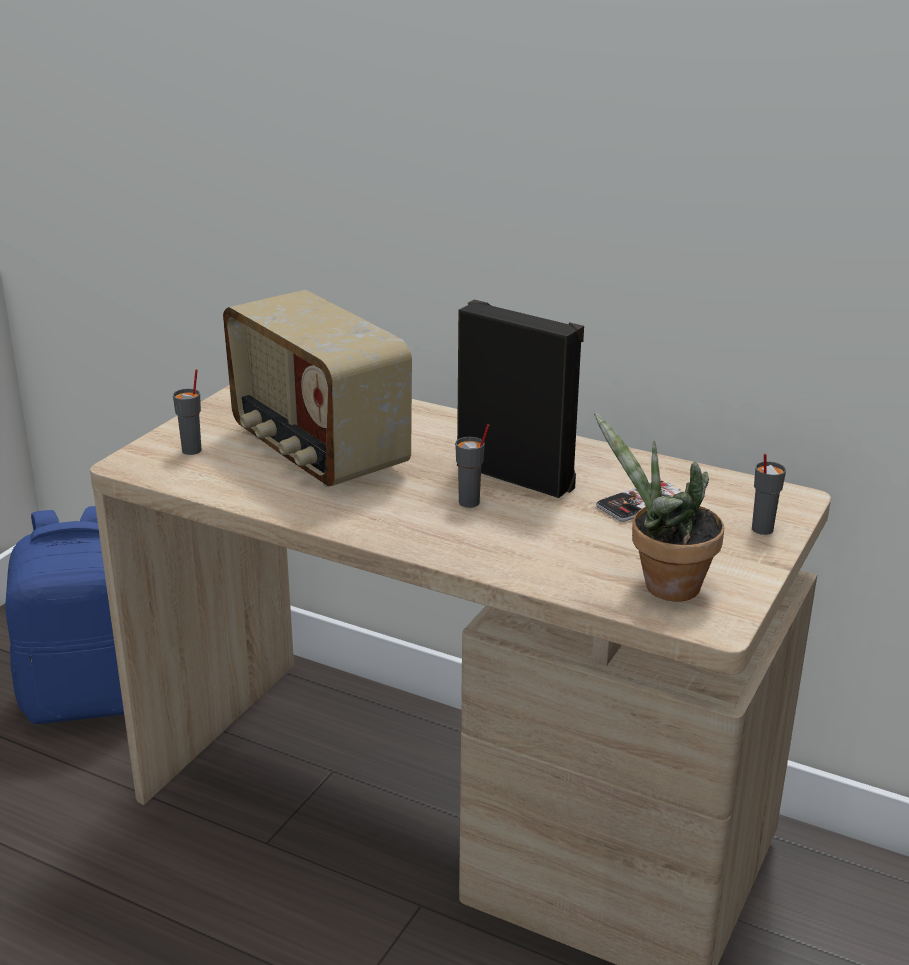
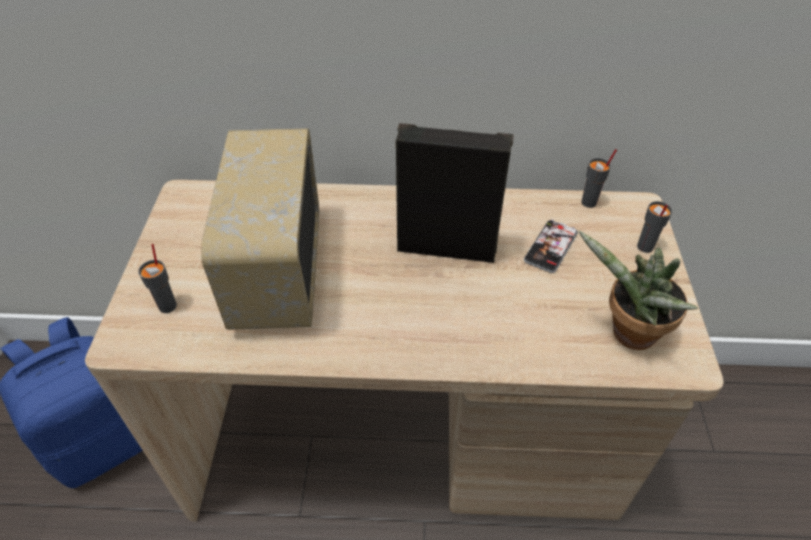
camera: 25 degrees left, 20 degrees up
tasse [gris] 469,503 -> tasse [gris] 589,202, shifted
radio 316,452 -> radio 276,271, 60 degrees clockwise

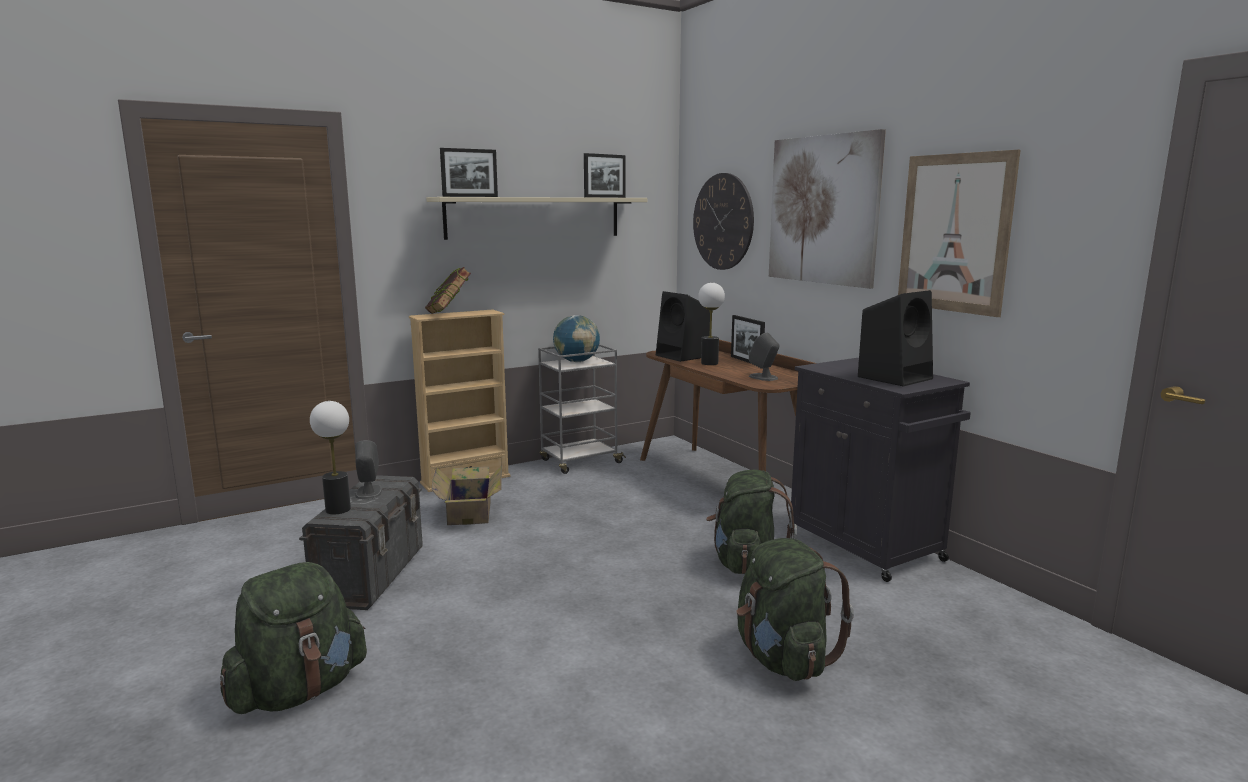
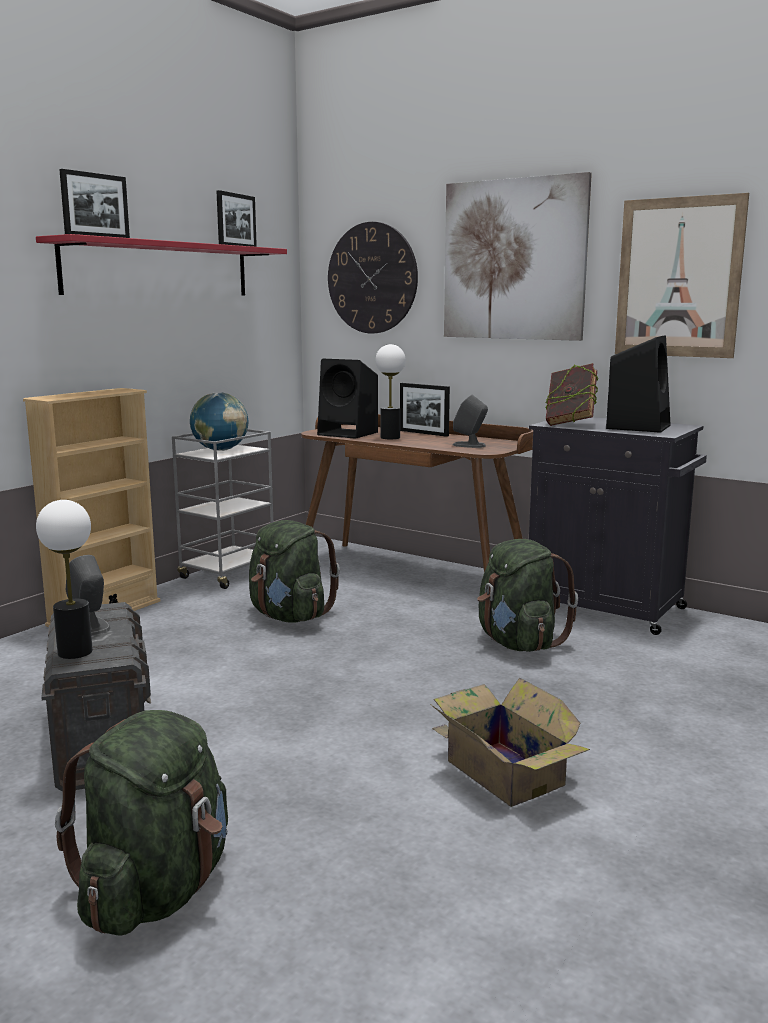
camera: 25 degrees left, 0 degrees up
livre 449,314 -> livre 570,424, shifted
carton 470,512 -> carton 502,770, shifted
sac à dos [vert] 783,659 -> sac à dos [vert] 289,616, shifted
étagère [beige] 534,217 -> étagère [rouge] 160,269

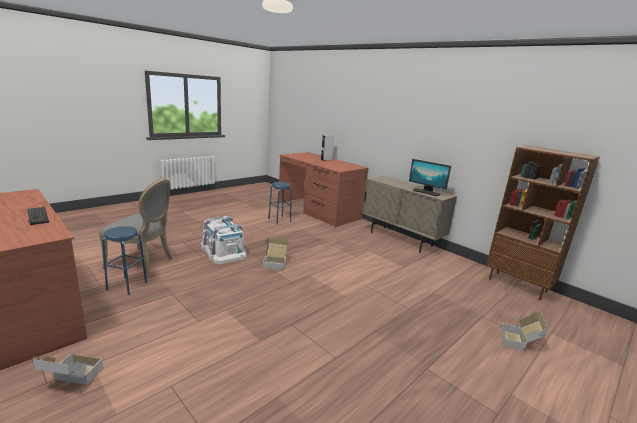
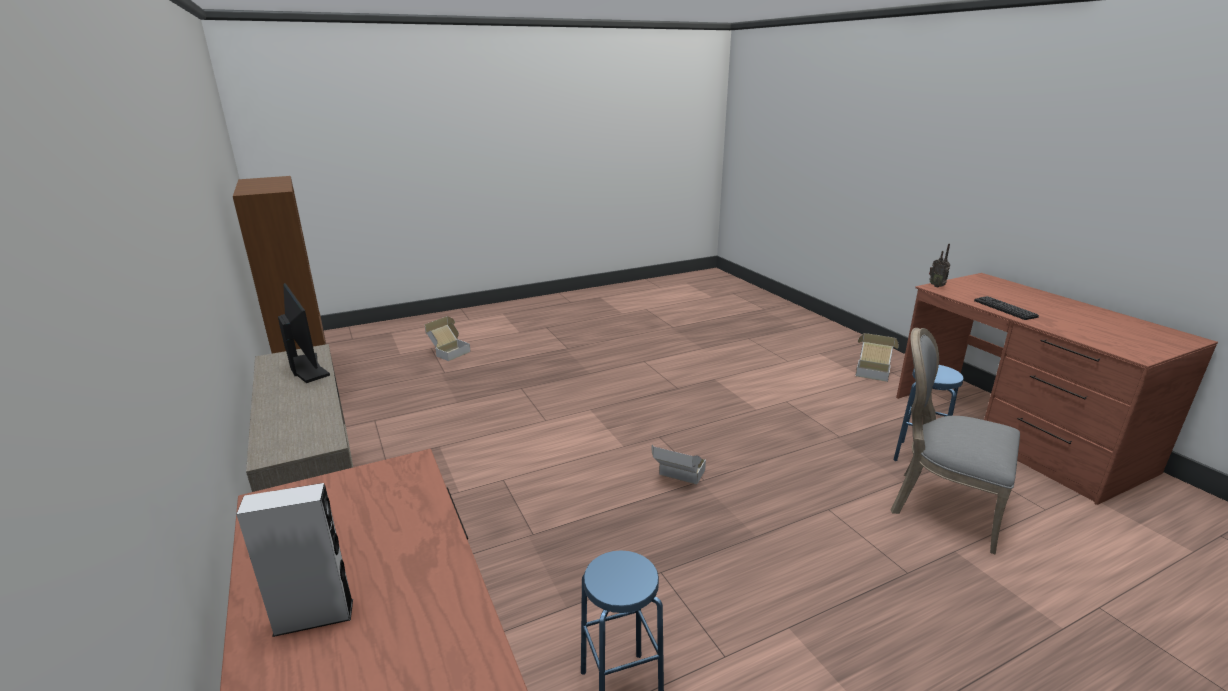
camera: 160 degrees left, 5 degrees up
boîte de rangement [blanc] 223,251 -> none
none -> radio 936,286

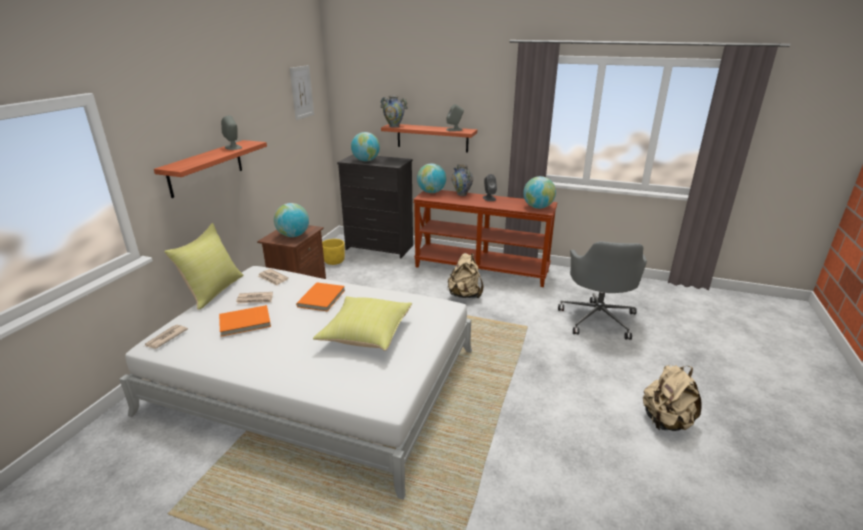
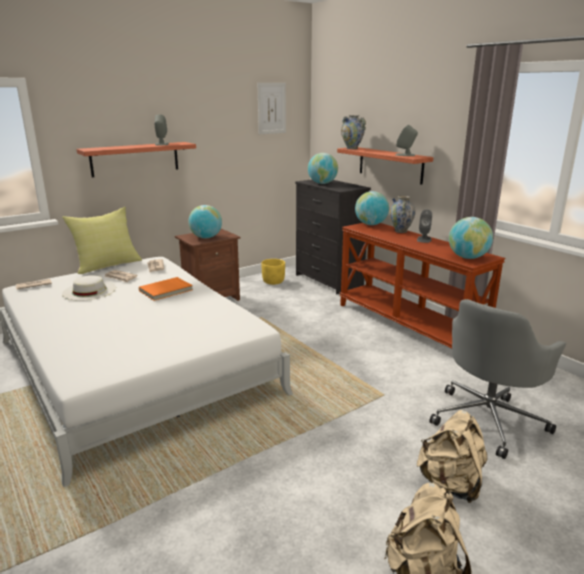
camera: 35 degrees right, 5 degrees down
coussin [jaune] 366,334 -> none
sac à dos [beige] 465,295 -> sac à dos [beige] 450,484, shifted
livre [orange] 245,323 -> chapeau [blanc] 89,291

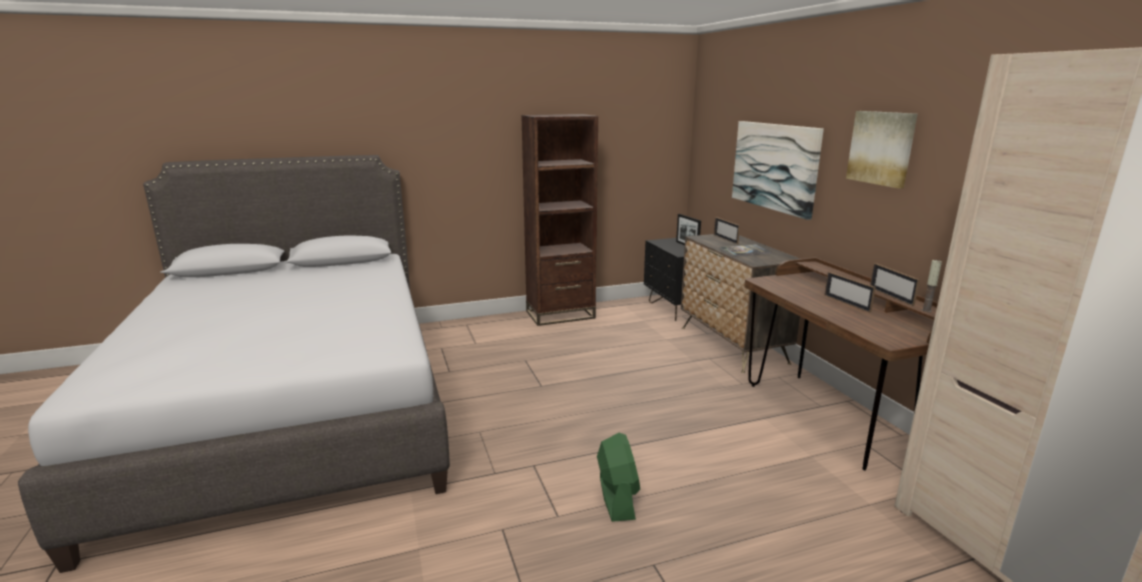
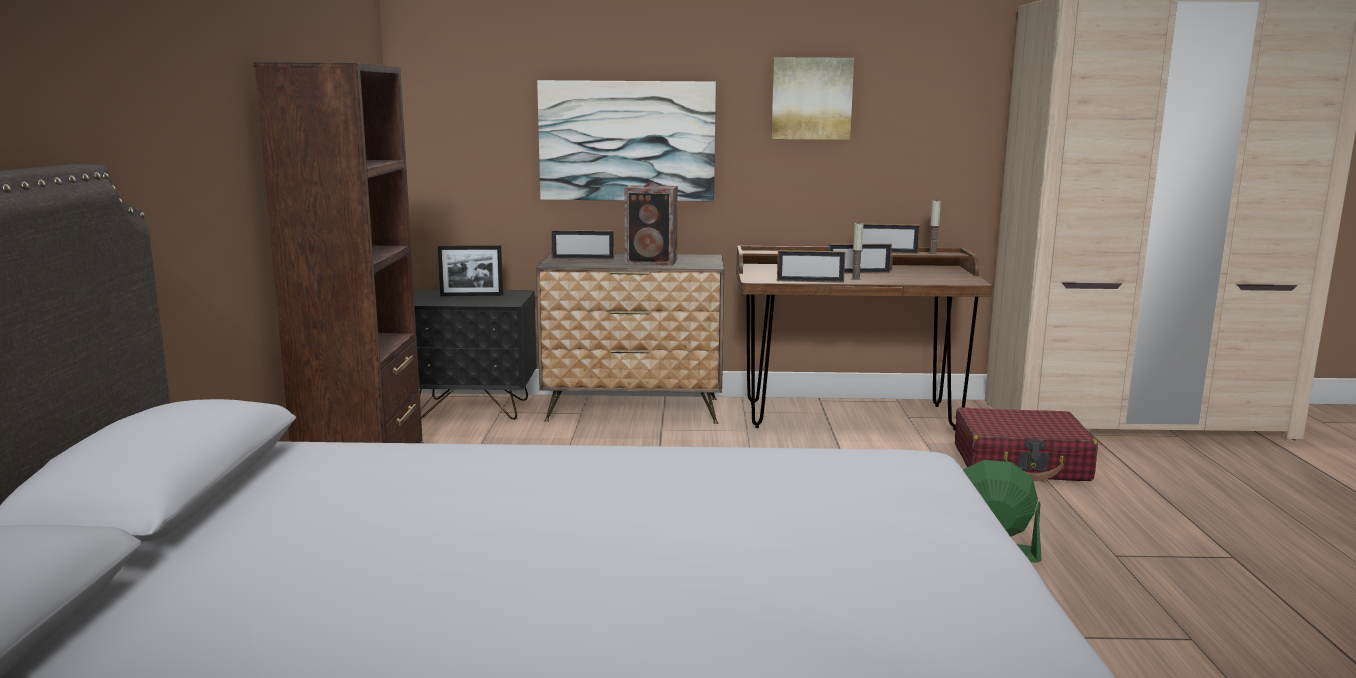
camera: 70 degrees left, 5 degrees down
none -> cadre photo 810,281
none -> bougie 856,279
none -> valise [rouge] 1021,463
livre 744,251 -> enceinte 653,262

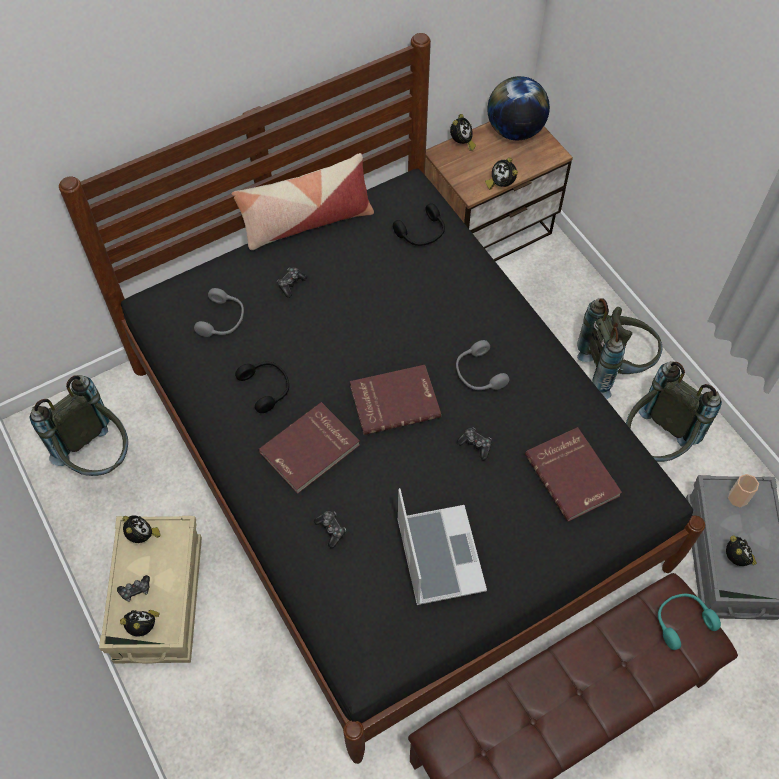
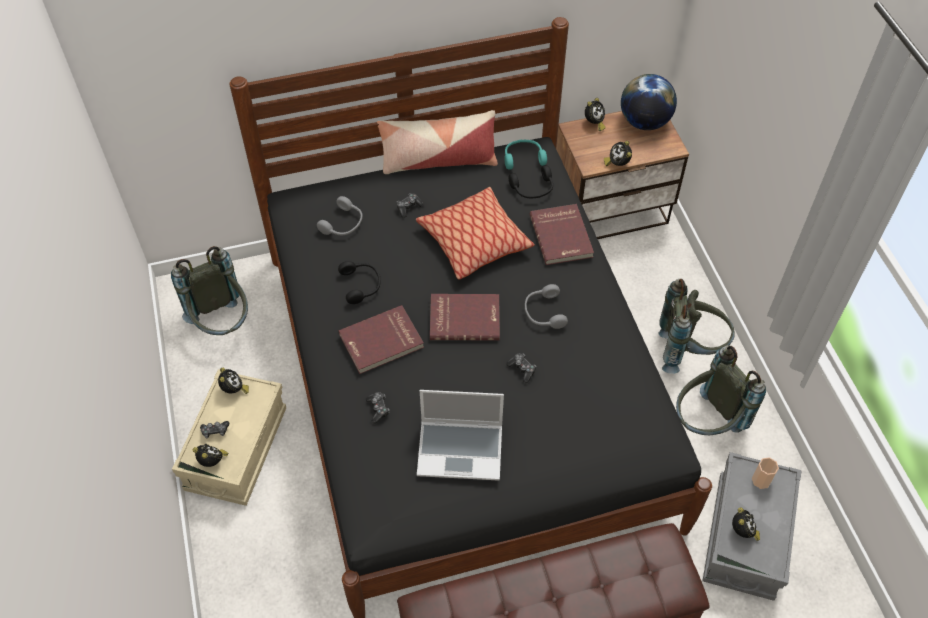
camera: 15 degrees right, 5 degrees down
none -> coussin 474,241
livre [rouge] 573,475 -> livre [rouge] 562,236, shifted
casque audio [turquoise] 681,621 -> casque audio [turquoise] 523,158, shifted
ordinateur portable 438,554 -> ordinateur portable 461,450, 90 degrees clockwise

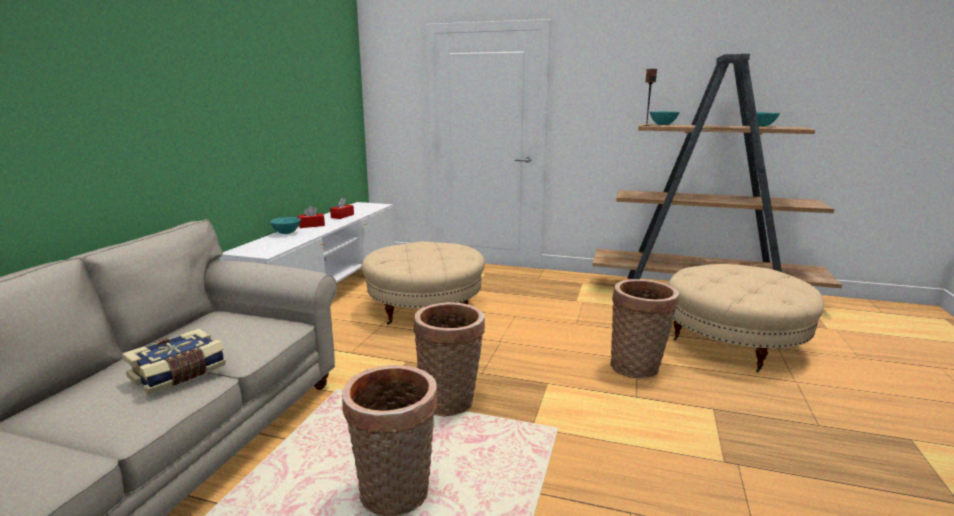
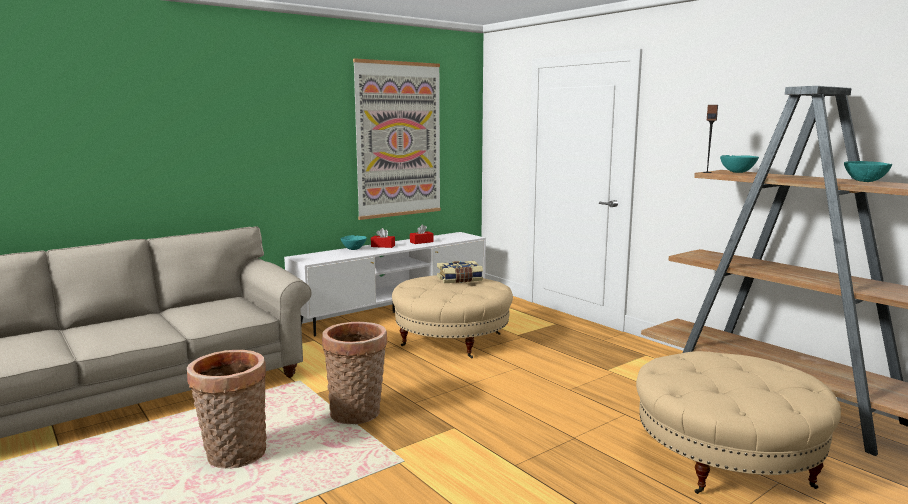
camera: 35 degrees right, 5 degrees down
panier 638,367 -> none
none -> tableau 399,140
livre 179,373 -> livre 460,280, shifted

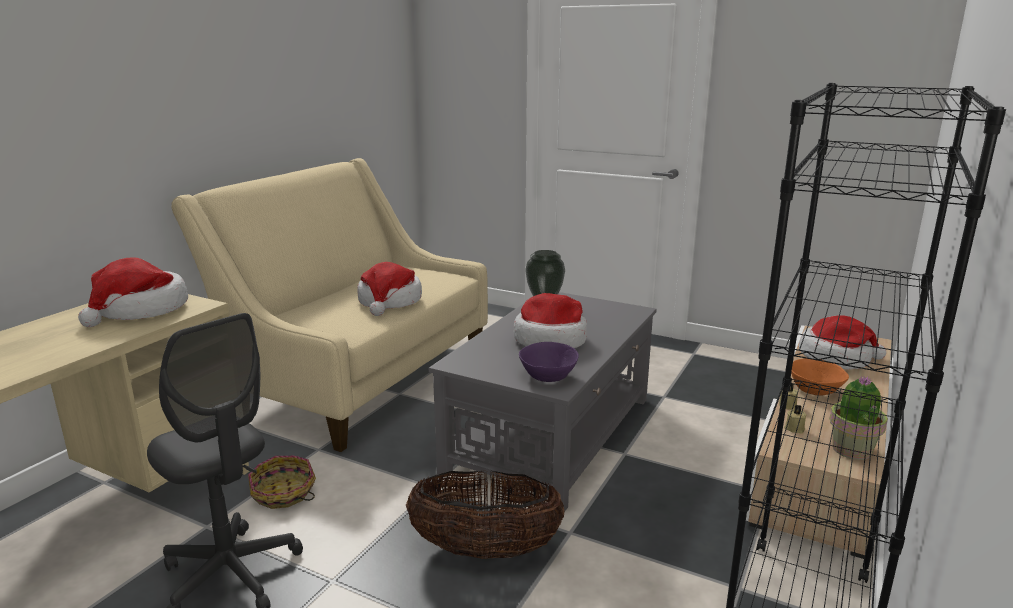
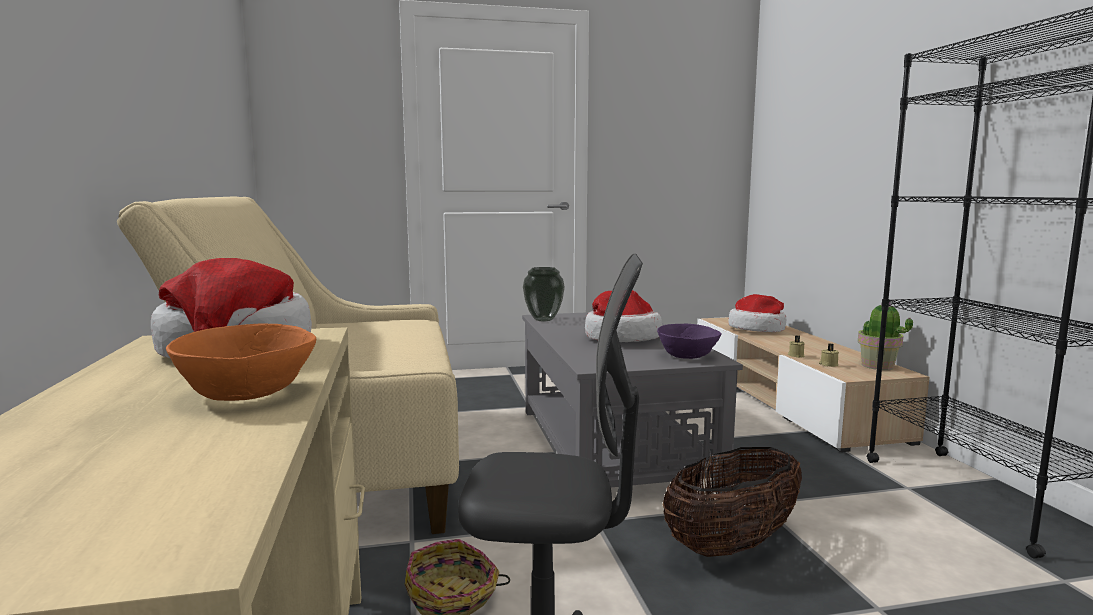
camera: 40 degrees left, 10 degrees down
chapeau 389,302 -> none
bol [orange] 814,390 -> bol [orange] 246,394, shifted

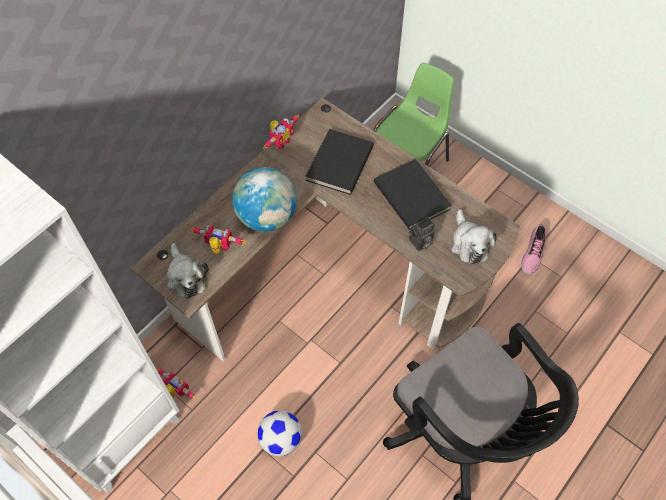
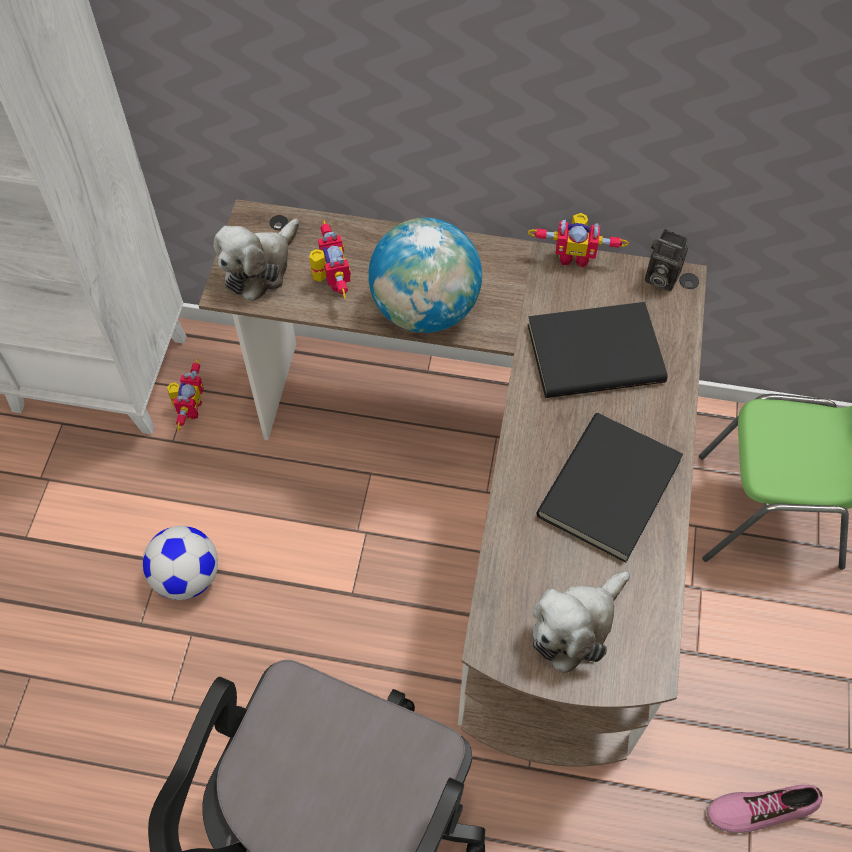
camera: 60 degrees right, 0 degrees up
appareil photo 420,243 -> appareil photo 659,277, shifted

